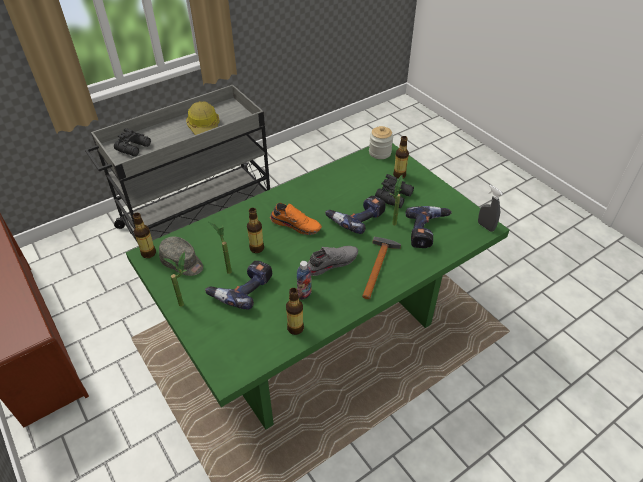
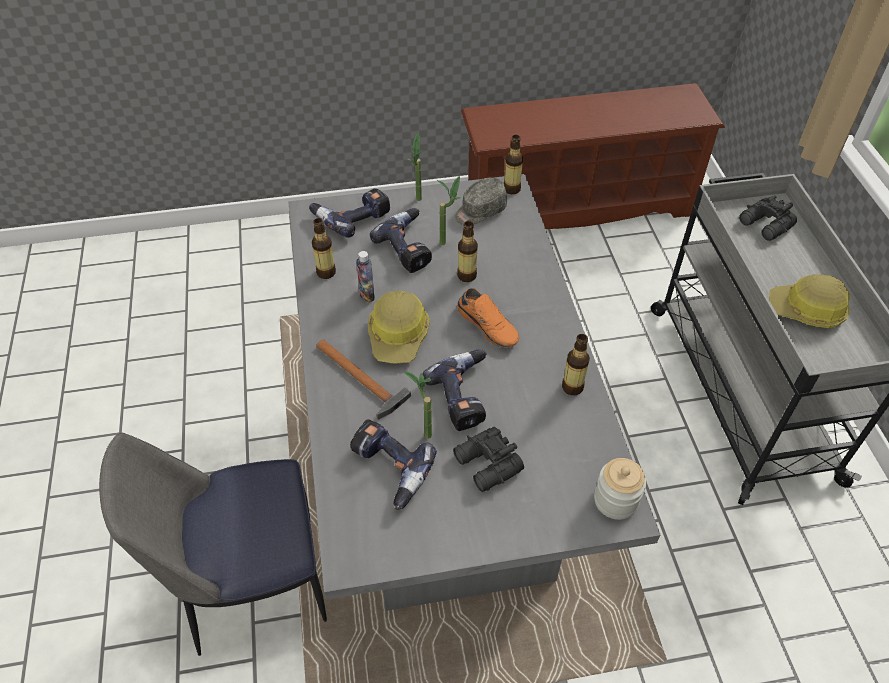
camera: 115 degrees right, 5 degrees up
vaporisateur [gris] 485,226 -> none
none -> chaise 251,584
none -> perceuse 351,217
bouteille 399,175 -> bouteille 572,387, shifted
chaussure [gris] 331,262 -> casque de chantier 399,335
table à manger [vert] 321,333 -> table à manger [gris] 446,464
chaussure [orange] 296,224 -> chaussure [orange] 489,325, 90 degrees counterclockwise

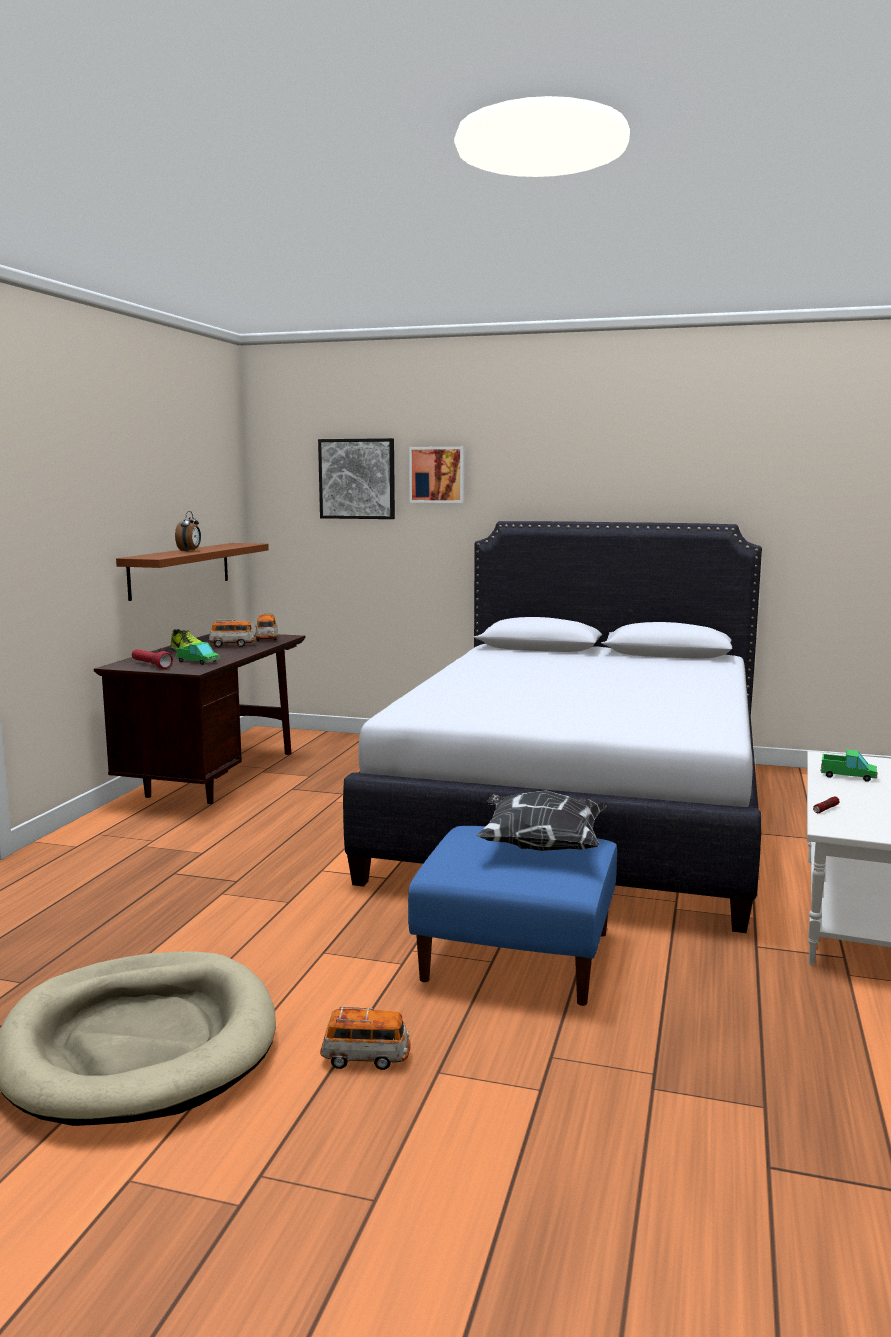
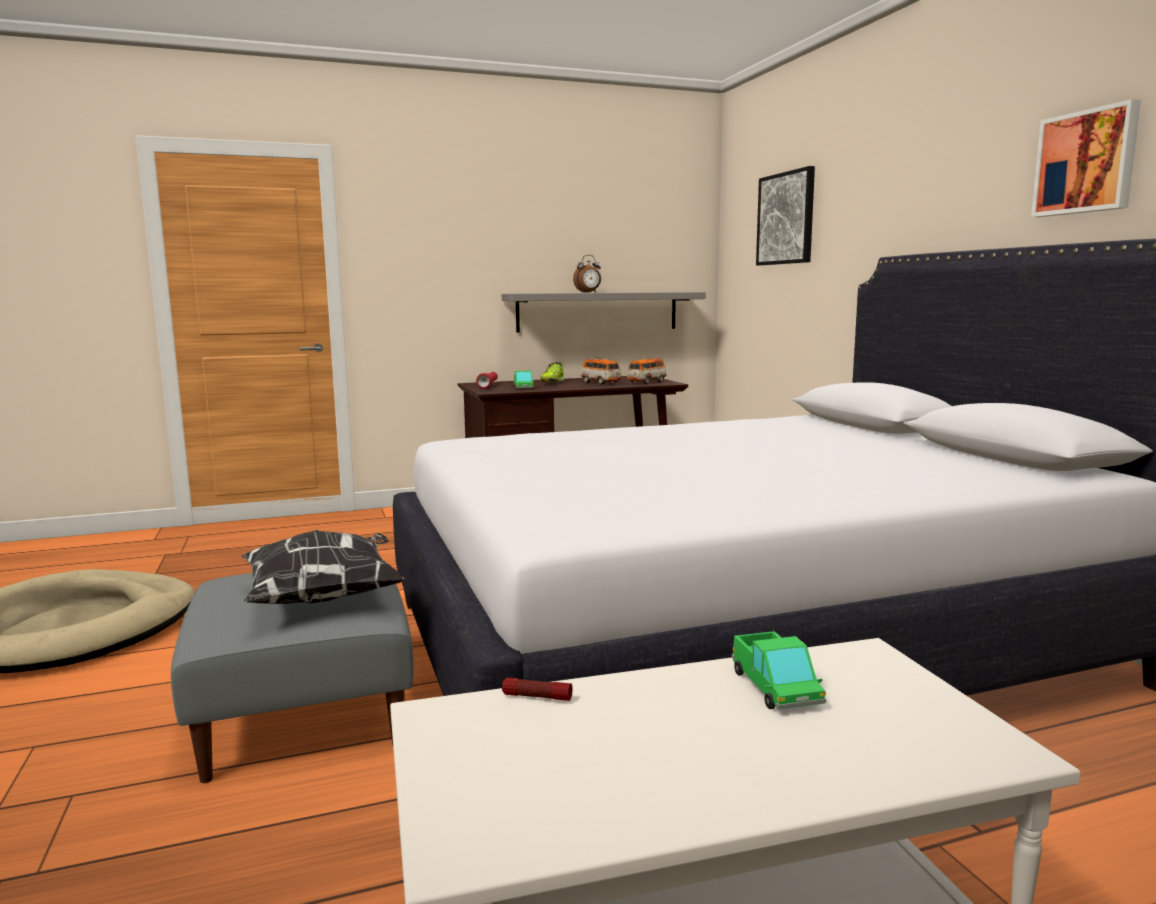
camera: 55 degrees right, 0 degrees up
petite voiture 366,1058 -> none
tableau 437,475 -> tableau 1086,162, shifted
étagère [marron] 180,569 -> étagère [gris] 598,311
pouf [bleu] 518,956 -> pouf [gris] 305,714

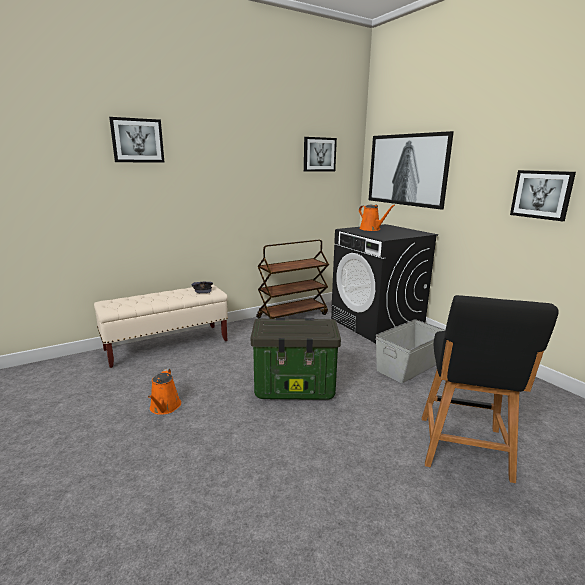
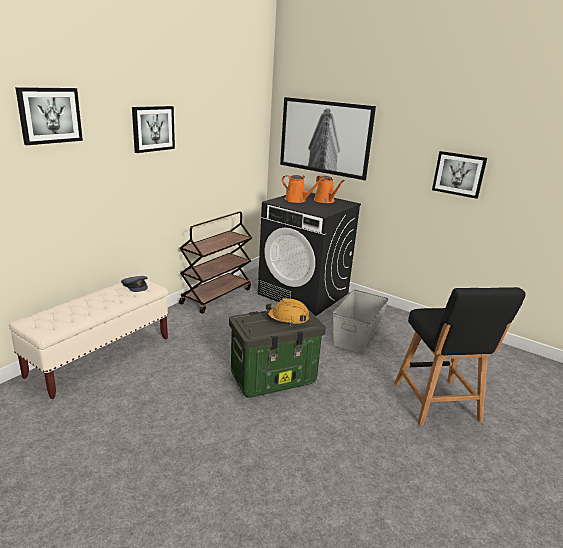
camera: 25 degrees left, 5 degrees up
none -> casque de chantier [orange] 287,318
arrosoir [orange] 164,407 -> arrosoir [orange] 325,201, shifted
tableau 319,154 -> tableau 153,128, shifted

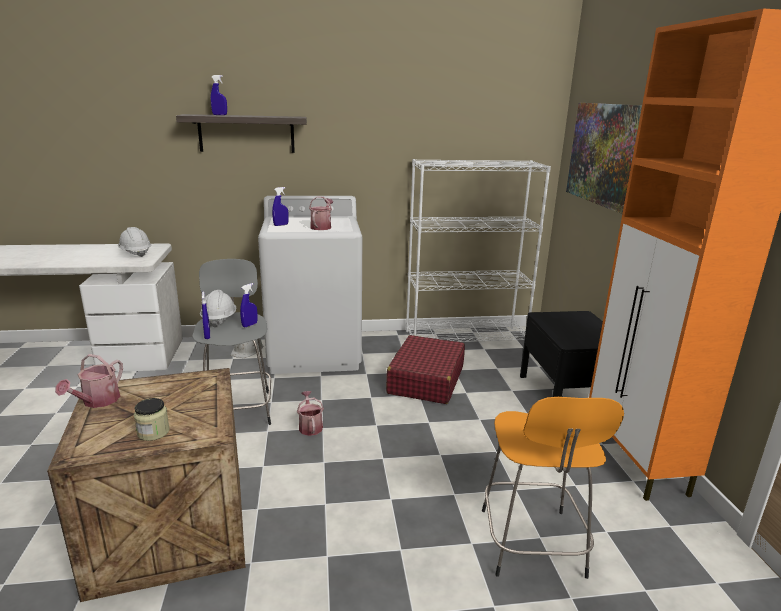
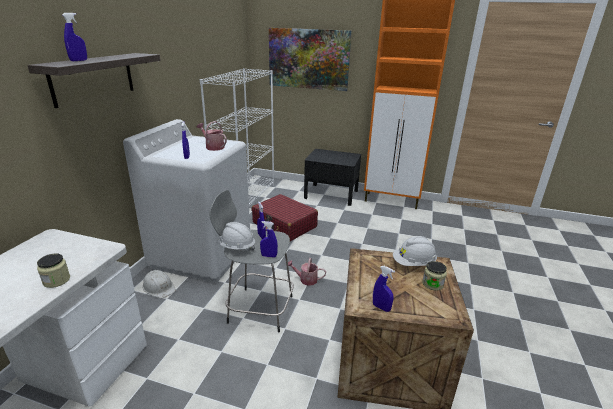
camera: 65 degrees left, 5 degrees up
tabouret [orange] 532,545 -> none
none -> bocal 56,280
casque de chantier [blanc] 135,253 -> casque de chantier [blanc] 413,264, shifted
arrosoir 97,401 -> vaporisateur [bleu] 381,307

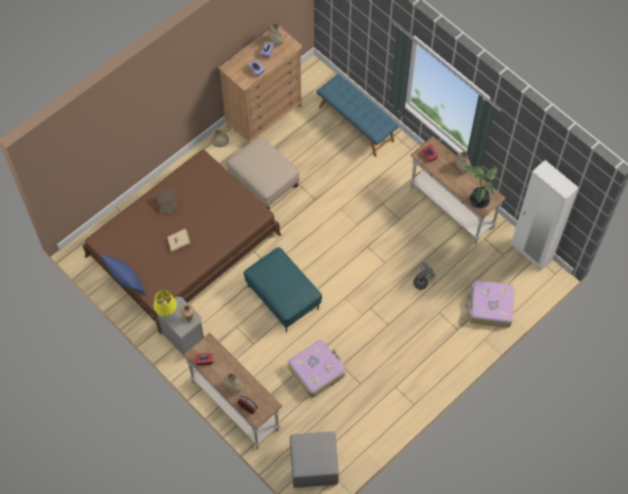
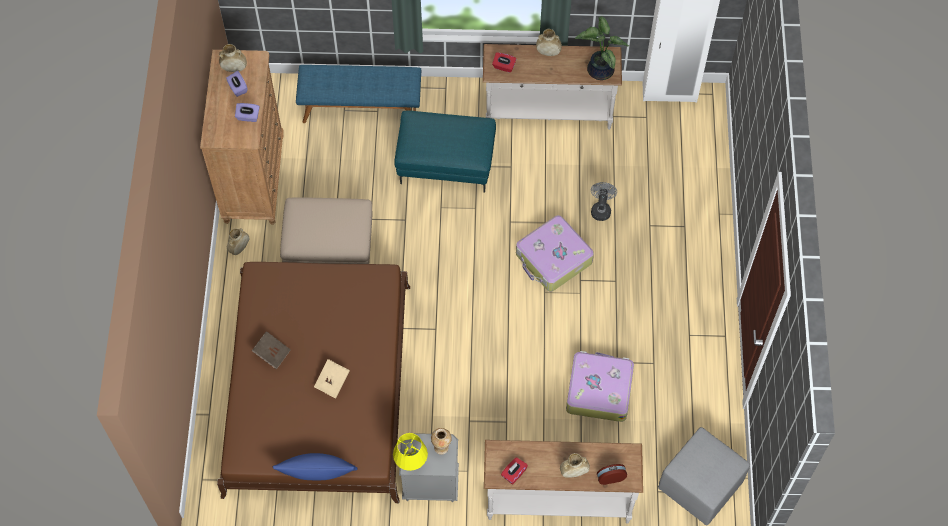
camera: 45 degrees left, 0 degrees up
pouf [turquoise] 284,297 -> pouf [turquoise] 446,163, shifted
valise 490,307 -> valise 553,259, shifted

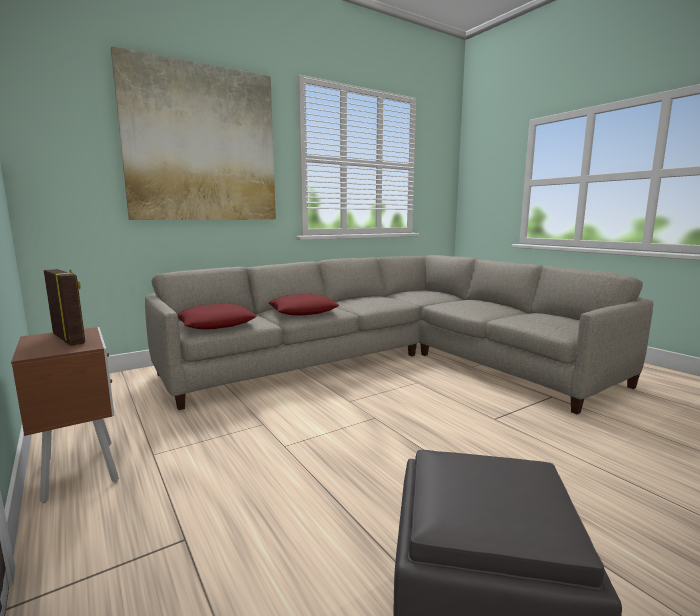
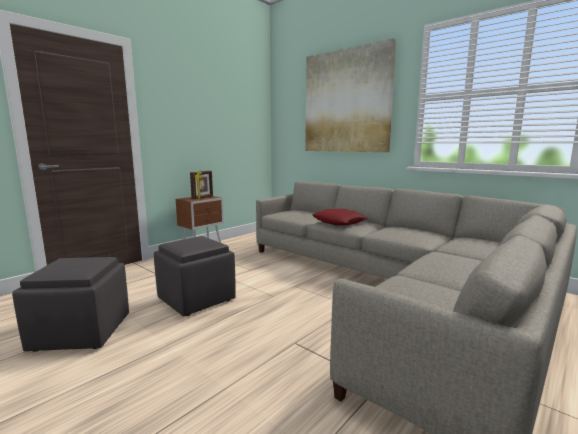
camera: 75 degrees right, 0 degrees up
coussin [rouge] 217,324 -> none
none -> pouf [gris] 195,299

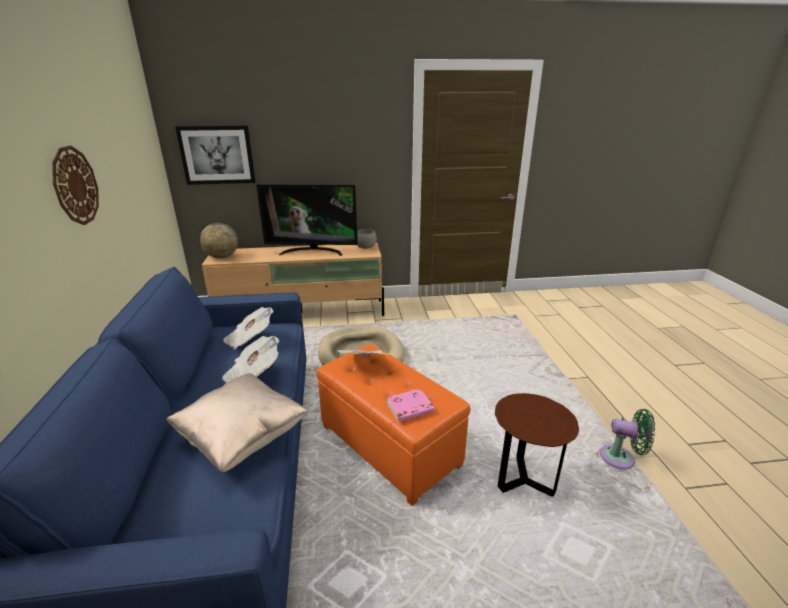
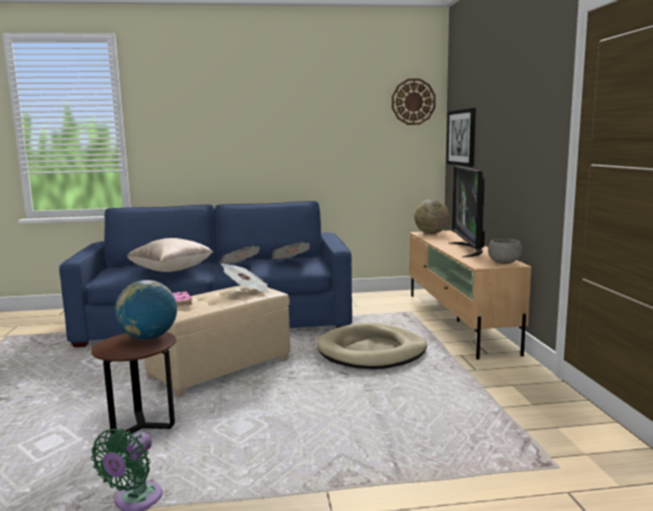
camera: 90 degrees right, 15 degrees down
none -> globe 148,337
horloge murale 75,186 -> horloge murale 413,102, shifted
pouf [orange] 389,445 -> pouf [beige] 221,368

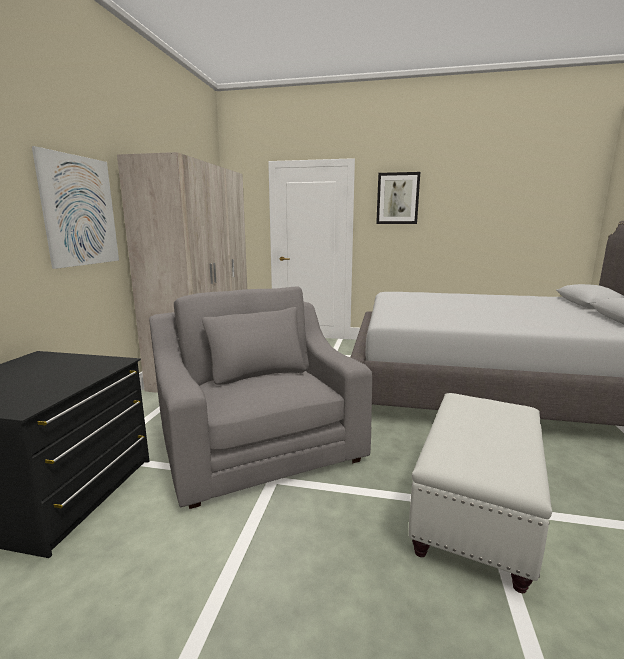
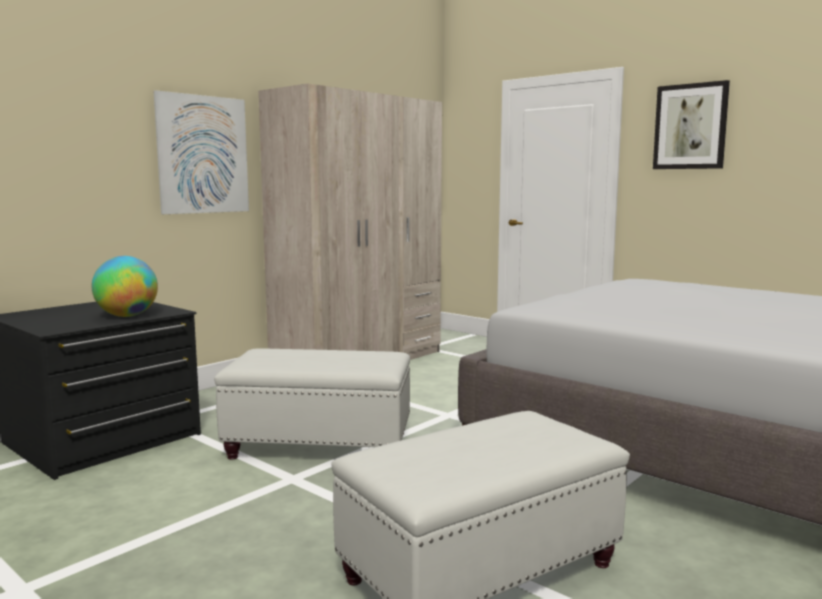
camera: 30 degrees right, 5 degrees down
none -> globe 127,316
fauteuil [gris] 258,443 -> pouf [blanc] 321,445

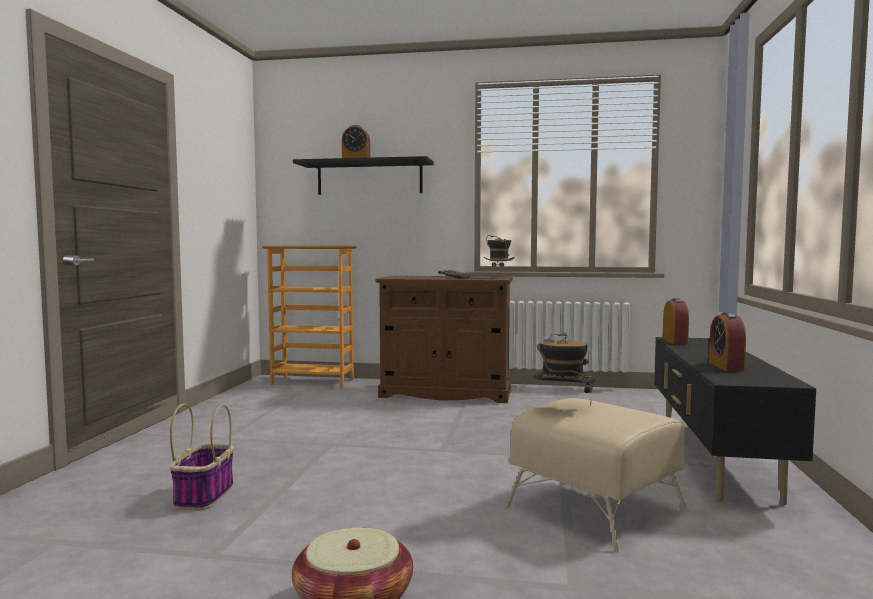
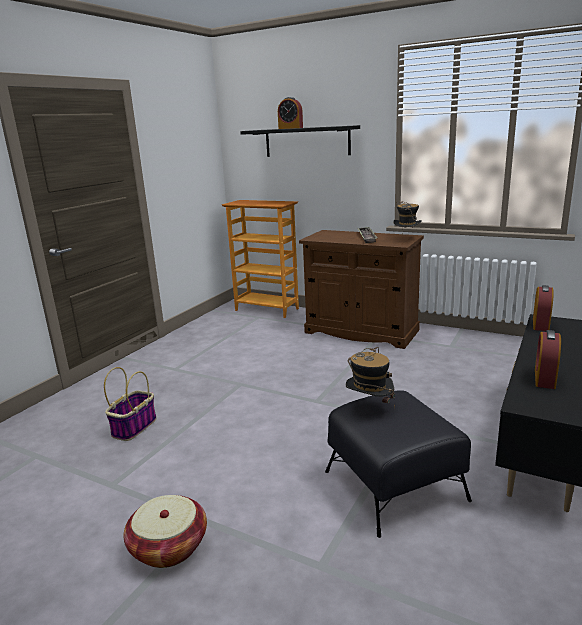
camera: 20 degrees right, 15 degrees up
pouf [beige] 596,508 -> pouf [noir] 394,486

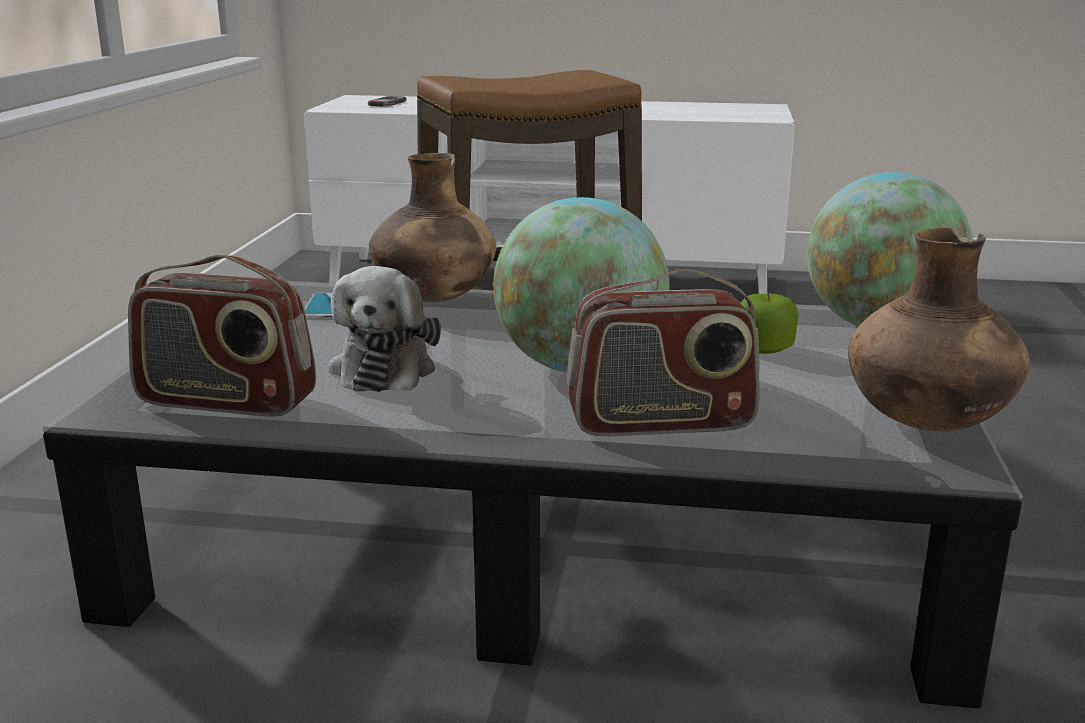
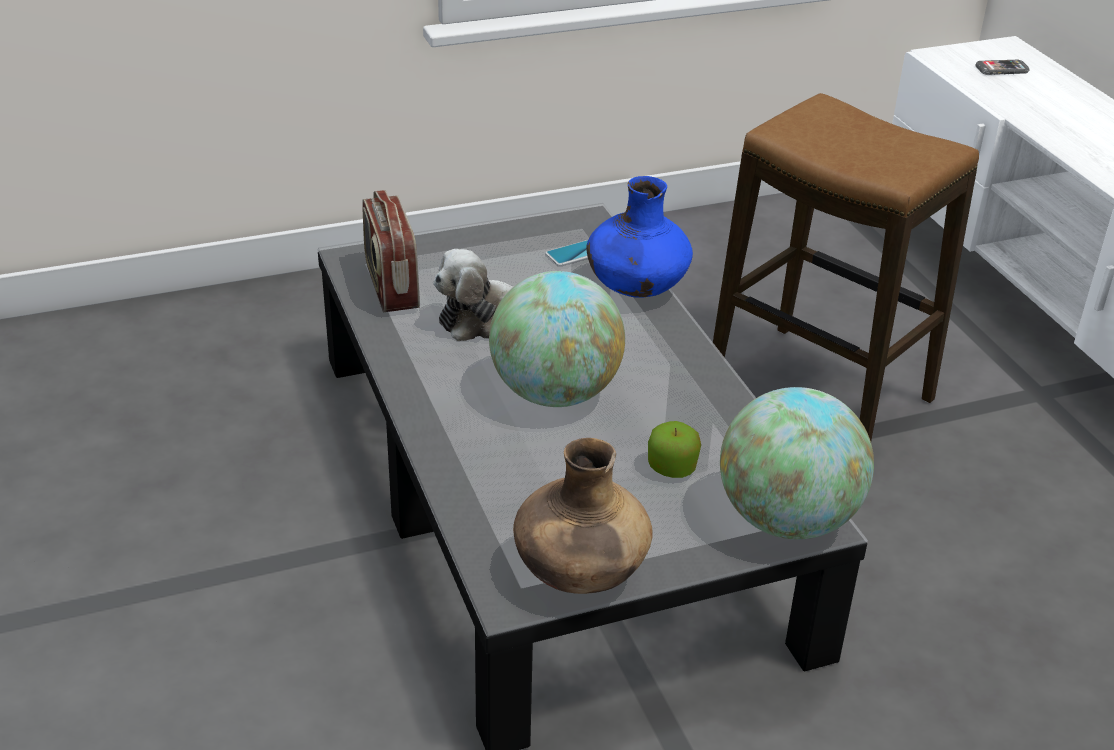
camera: 60 degrees right, 15 degrees up
radio 661,422 -> none
vase [marron] 434,299 -> vase [bleu] 635,289

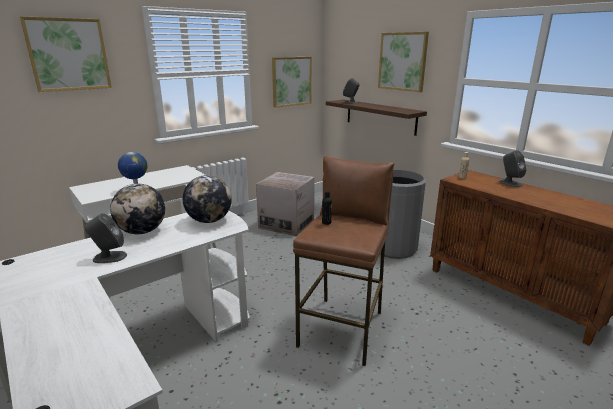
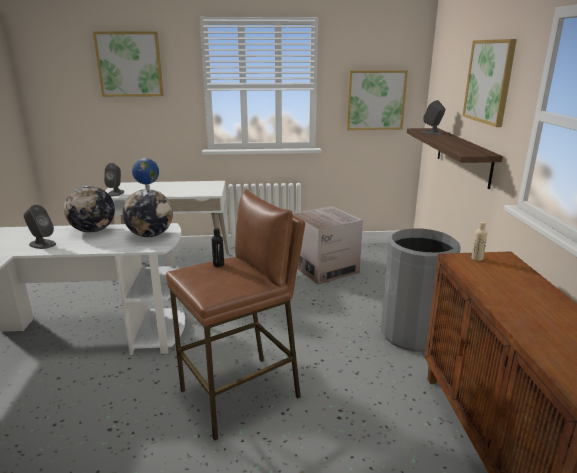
camera: 35 degrees right, 0 degrees up
enceinte [gris] 510,183 -> enceinte [gris] 115,193, shifted

